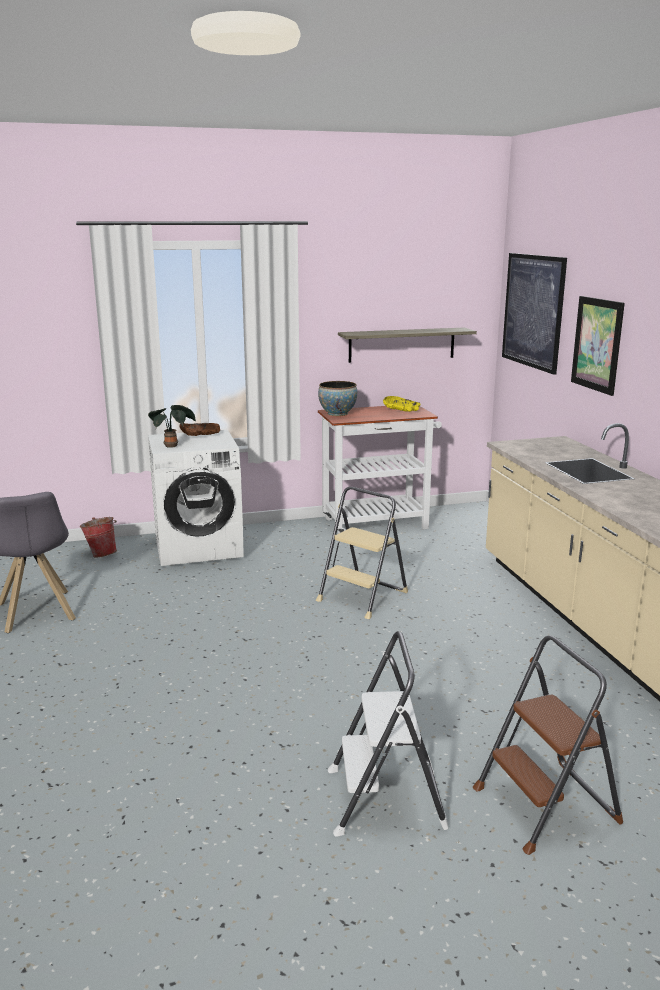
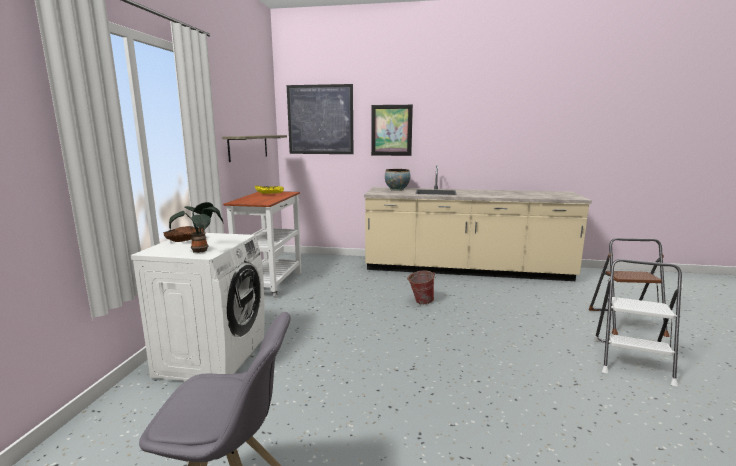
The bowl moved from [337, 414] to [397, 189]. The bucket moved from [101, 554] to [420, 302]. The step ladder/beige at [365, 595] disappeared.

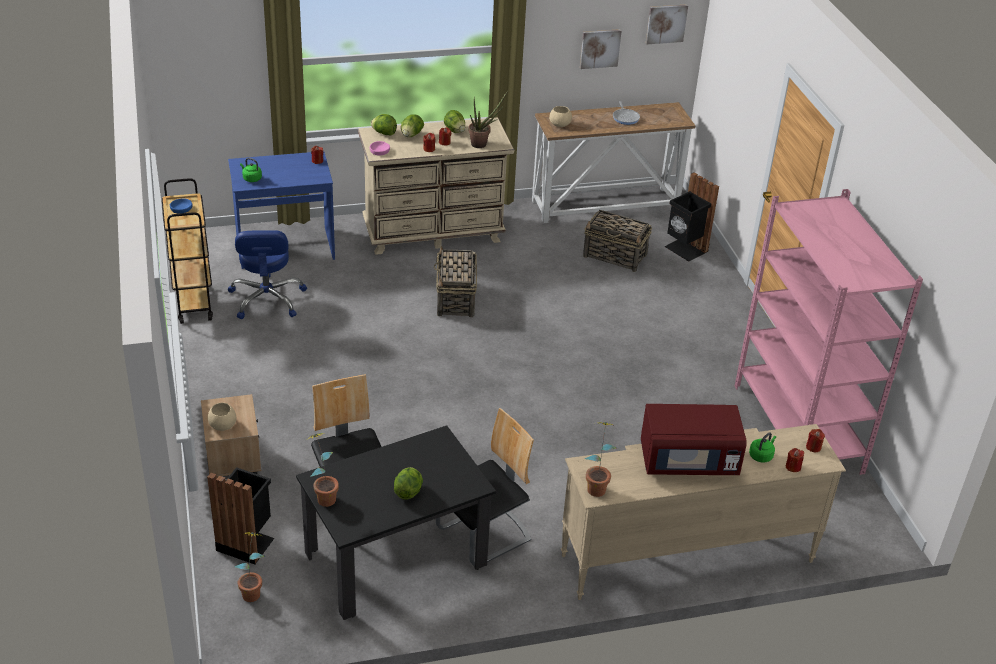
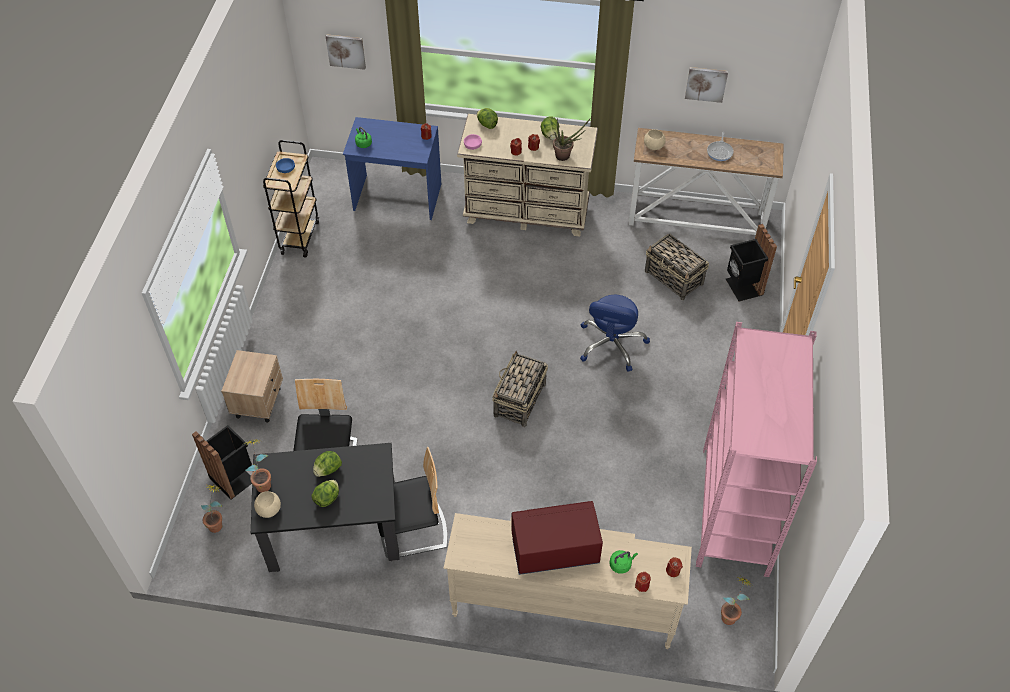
The bowl/beige moved from [223, 425] to [268, 509]. The lettuce moved from [411, 135] to [328, 469]. The picture moved from [666, 23] to [346, 51]. The basket moved from [455, 299] to [519, 400]. The microwave/red at [688, 461] turned 150 degrees clockwise. The office chair/blue moved from [267, 301] to [611, 347]. The potted plant moved from [597, 486] to [731, 614].

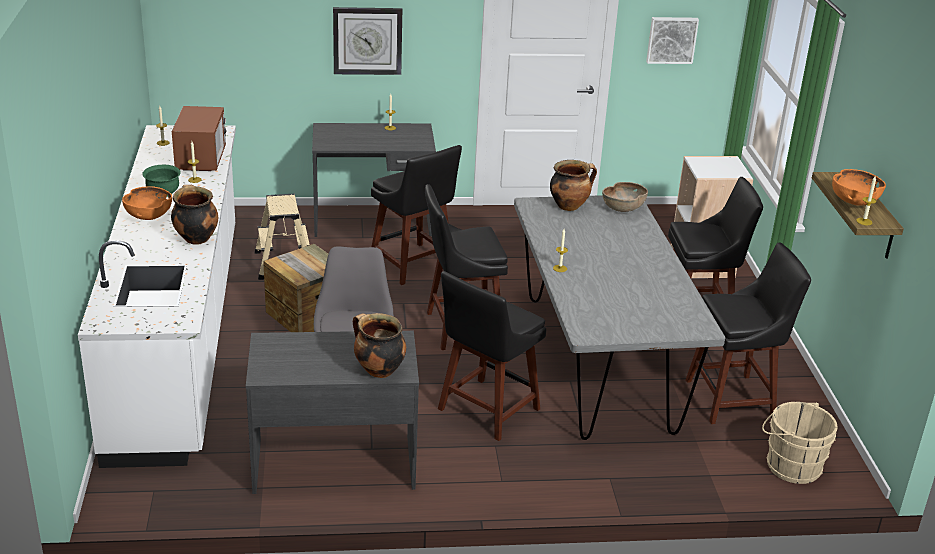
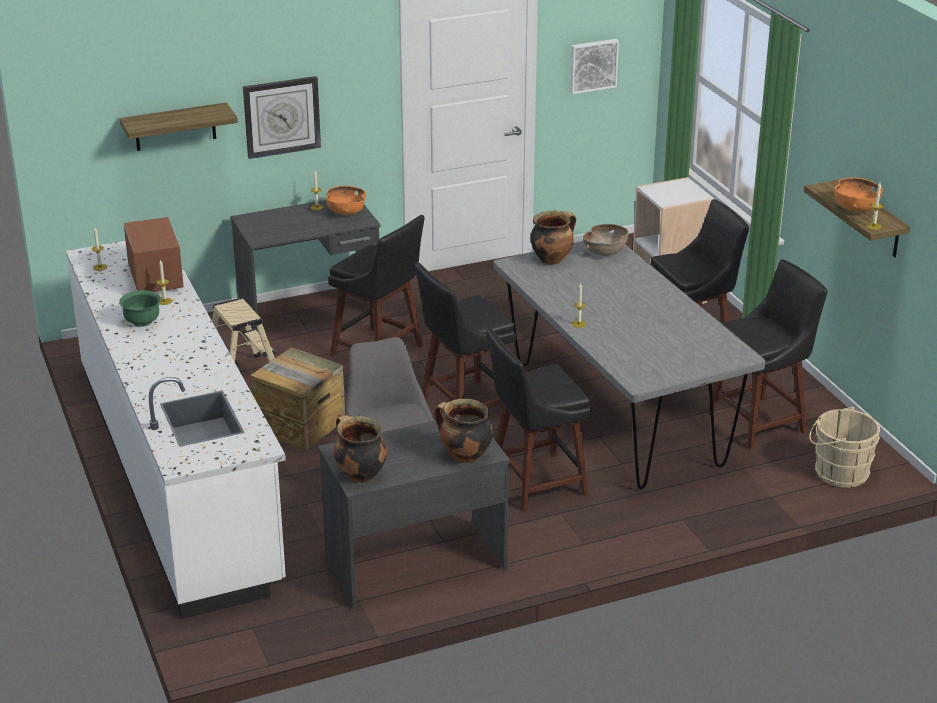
The shelf at [175, 127] appeared. The bowl/orange moved from [148, 216] to [346, 212]. The cooking pot moved from [195, 238] to [359, 475]. The chair/black at [485, 411] turned 45 degrees clockwise.

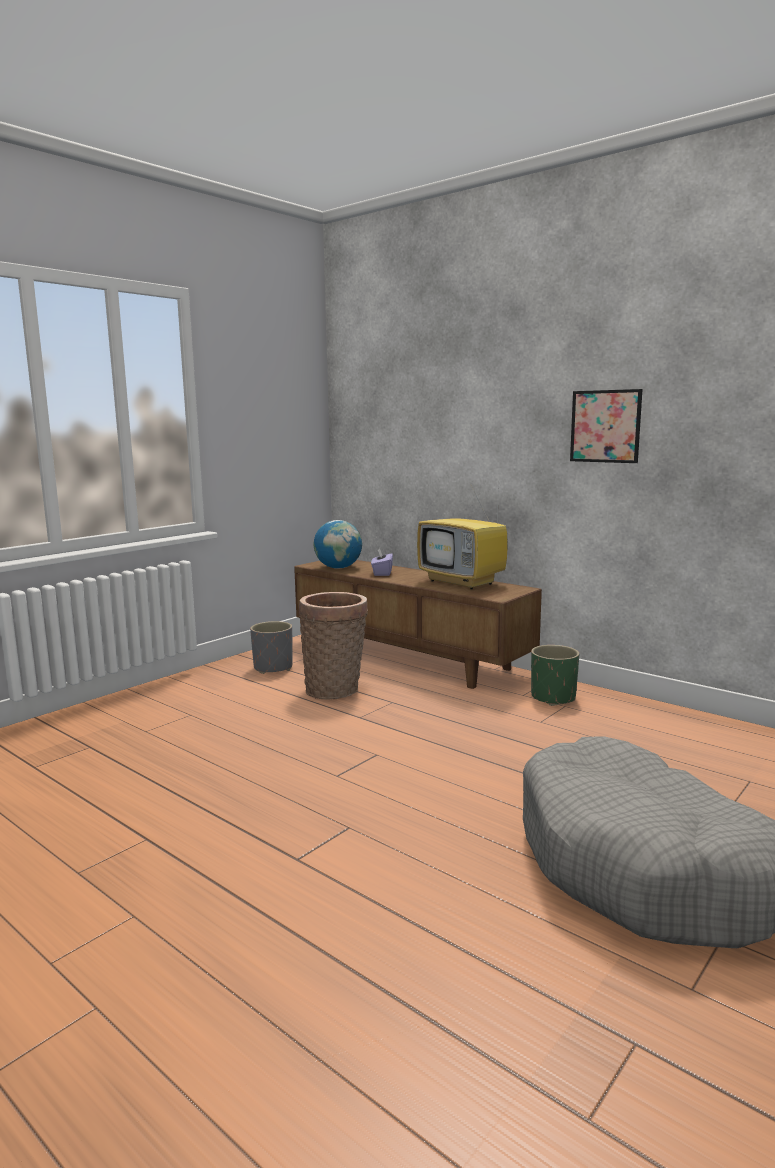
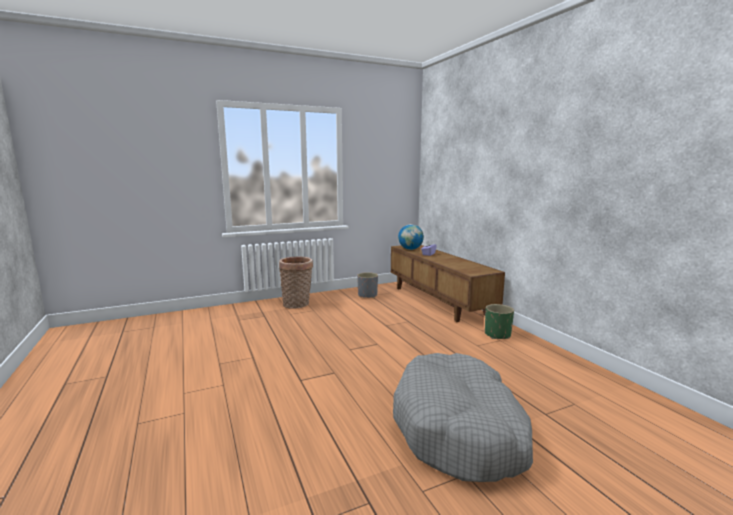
The basket moved from [335, 689] to [297, 304]. The television at [463, 582] disappeared. The picture at [605, 426] disappeared.

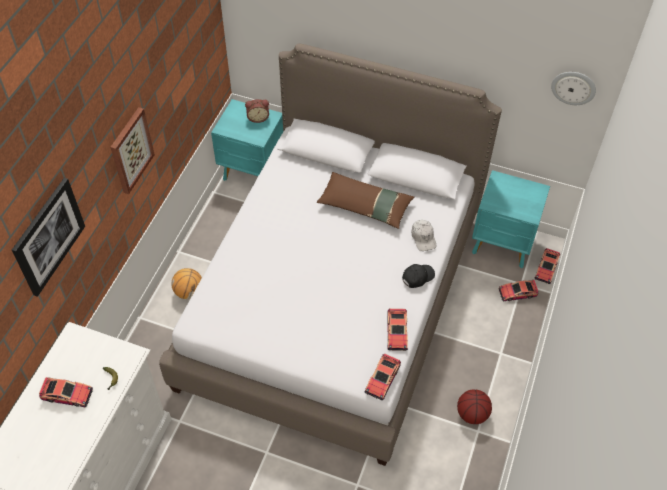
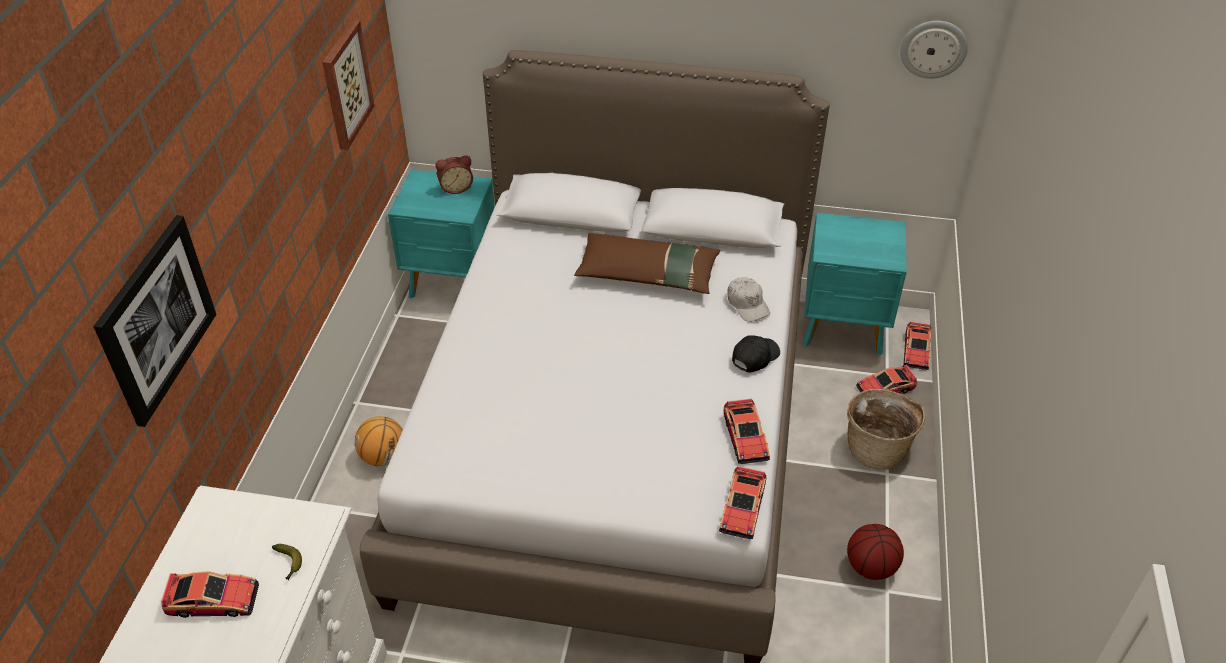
The picture moved from [131, 150] to [345, 84]. The basket at [877, 448] appeared.

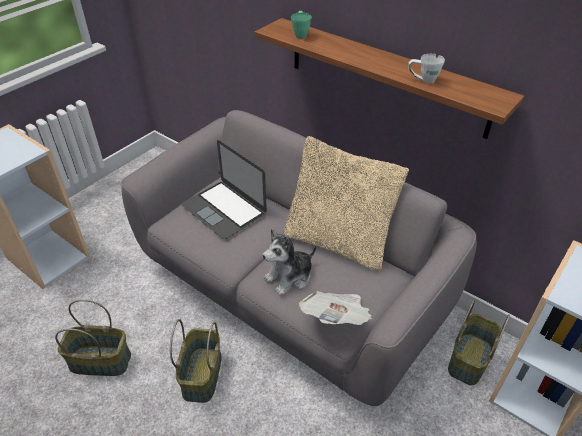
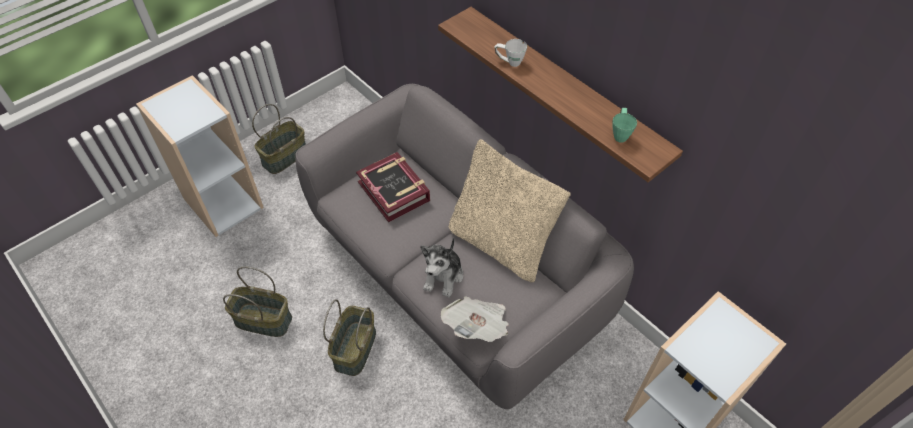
The basket moved from [468, 358] to [284, 156]. The laptop at [224, 209] was replaced by the book at [394, 191]. The plush toy at [289, 277] turned 45 degrees counterclockwise. The mug/white moved from [422, 80] to [509, 62]. The mug/green moved from [300, 34] to [620, 134].

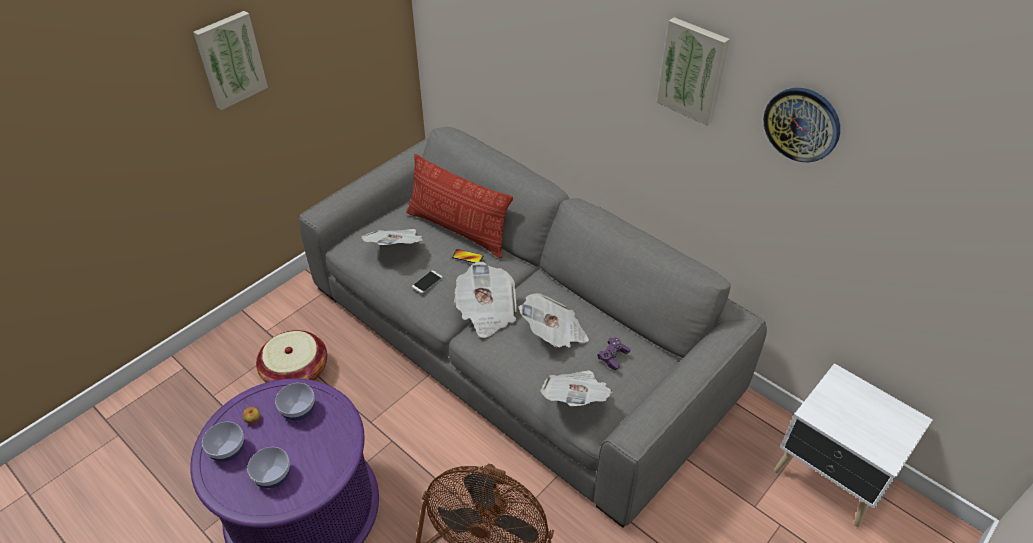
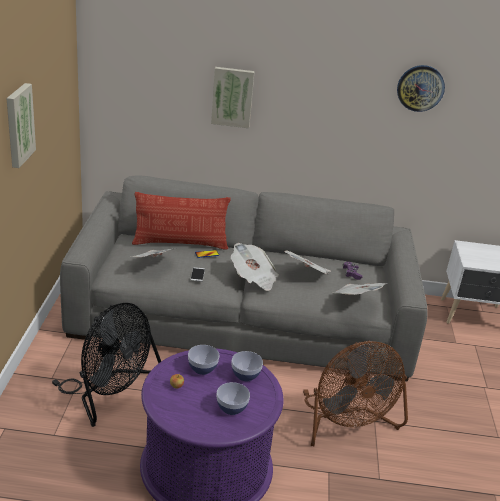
The basket at [296, 372] was replaced by the fan/black at [107, 392]. The picture moved from [693, 70] to [232, 97]. The bowl moved from [228, 451] to [245, 375].

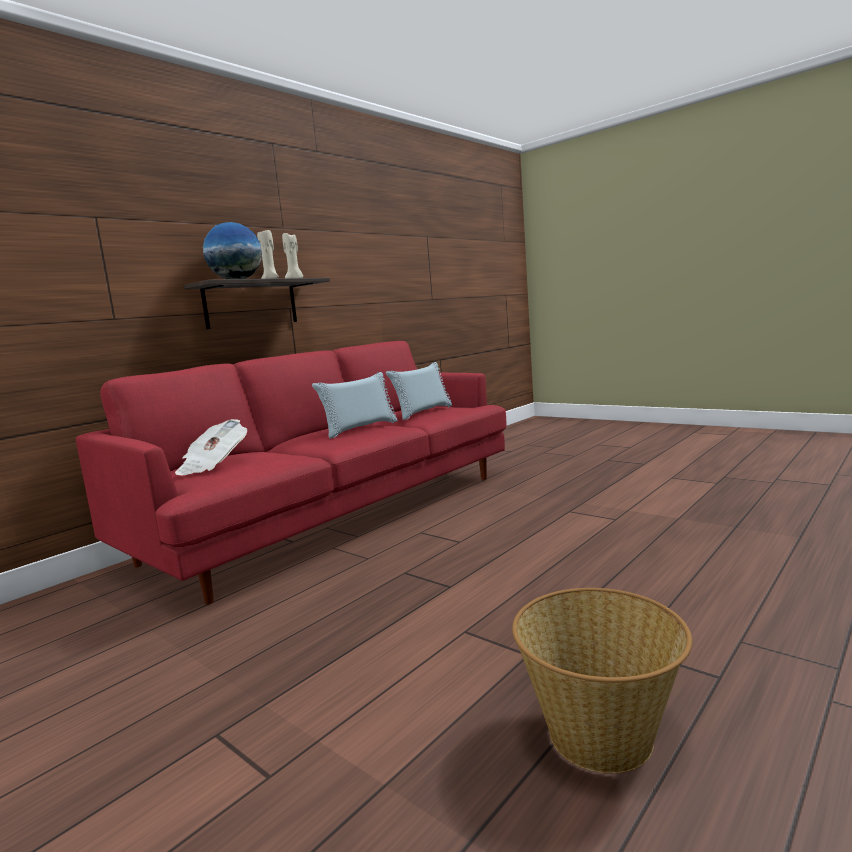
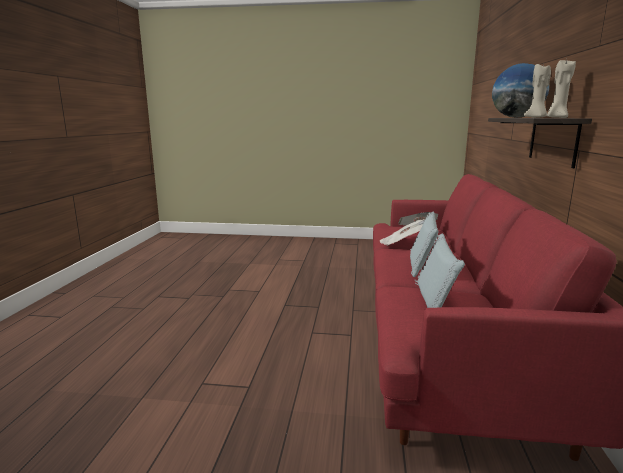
The newspaper at [401, 244] appeared. The basket at [602, 734] disappeared.

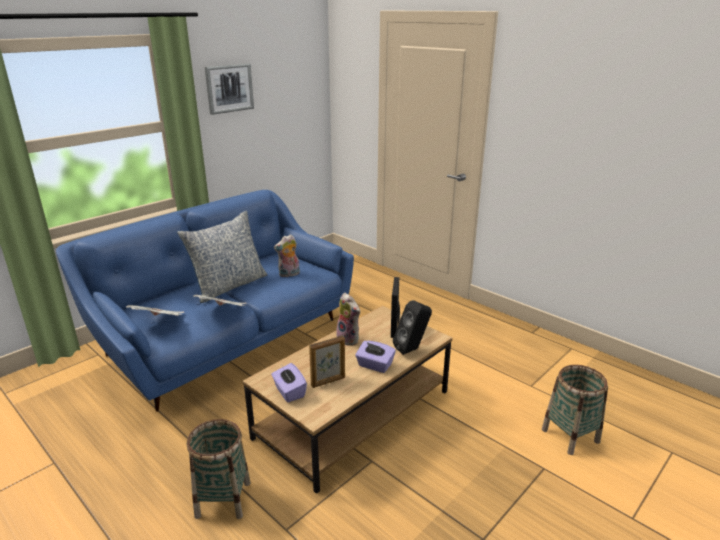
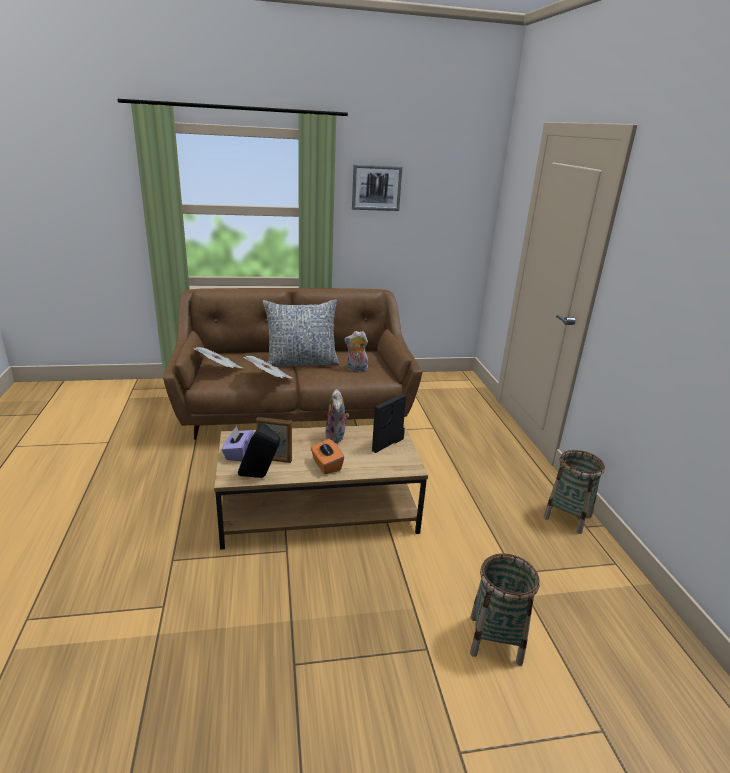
The sofa/blue at [225, 339] became the sofa/brown at [294, 410]. The speaker/black moved from [412, 349] to [260, 477]. The tissue box/purple at [375, 365] became the tissue box/orange at [326, 465]. The basket moved from [223, 499] to [567, 516].

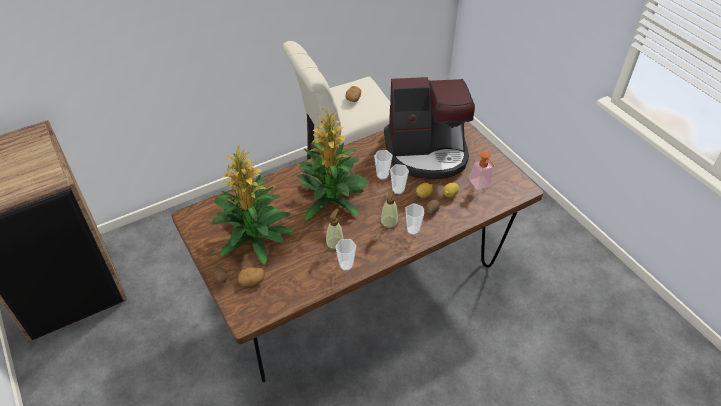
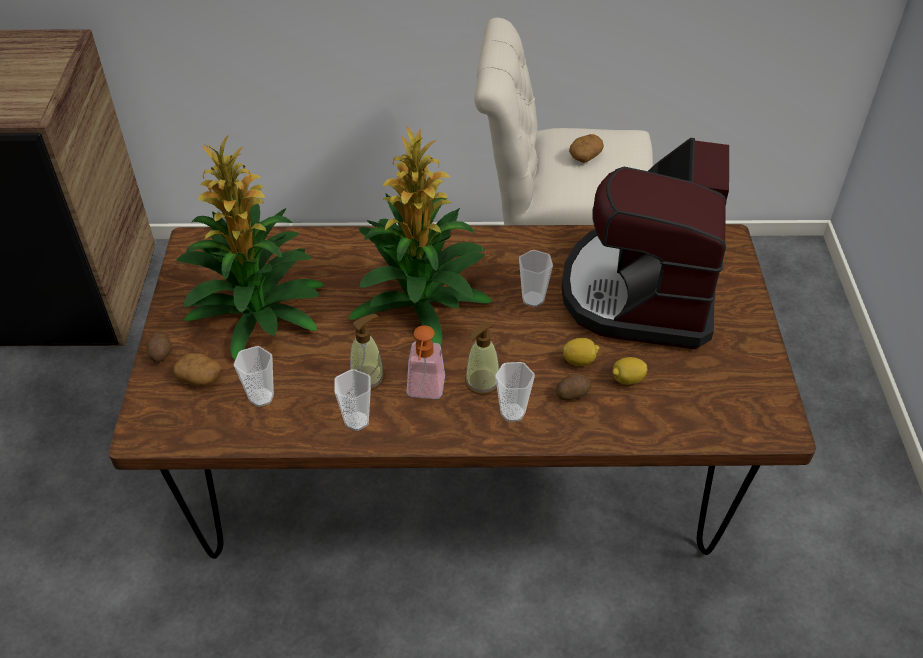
The cup moved from [398, 190] to [261, 397]. The soap dispenser moved from [481, 185] to [425, 392]. The coffee machine at [427, 152] turned 75 degrees clockwise.

